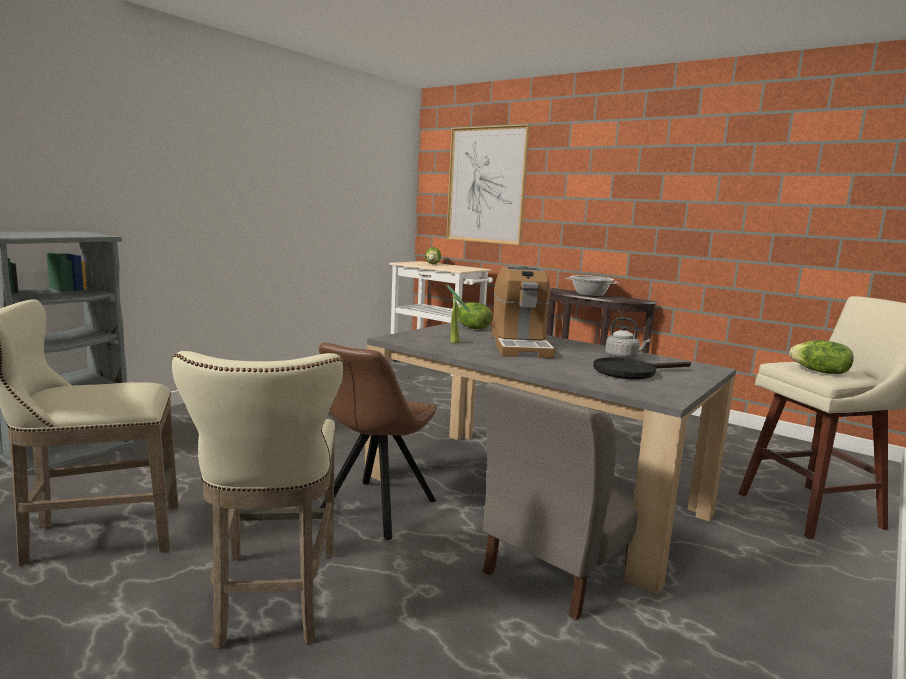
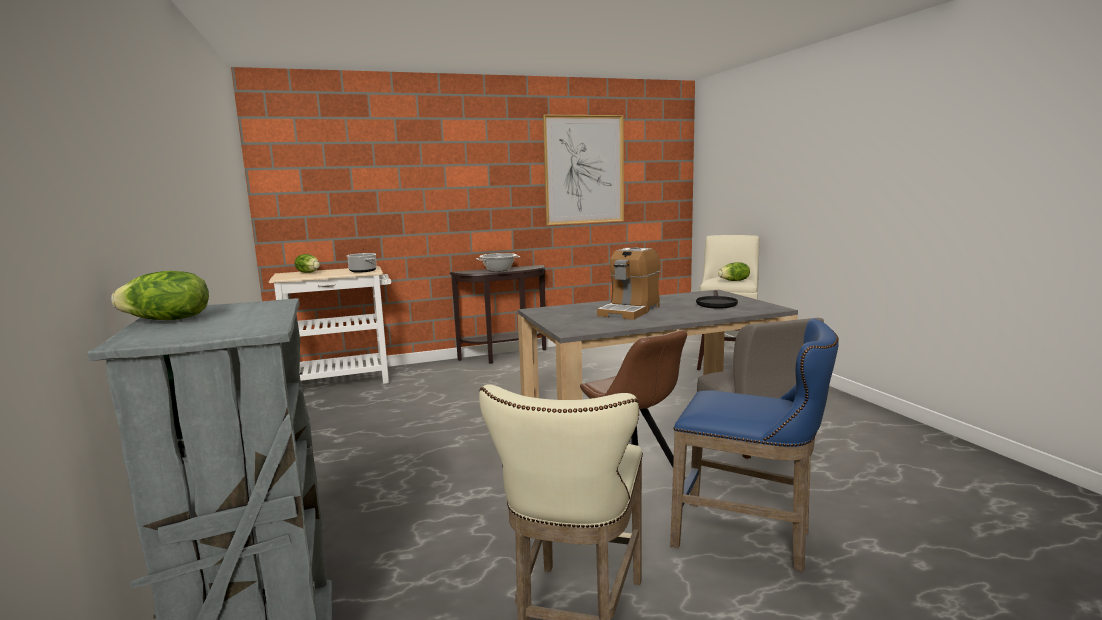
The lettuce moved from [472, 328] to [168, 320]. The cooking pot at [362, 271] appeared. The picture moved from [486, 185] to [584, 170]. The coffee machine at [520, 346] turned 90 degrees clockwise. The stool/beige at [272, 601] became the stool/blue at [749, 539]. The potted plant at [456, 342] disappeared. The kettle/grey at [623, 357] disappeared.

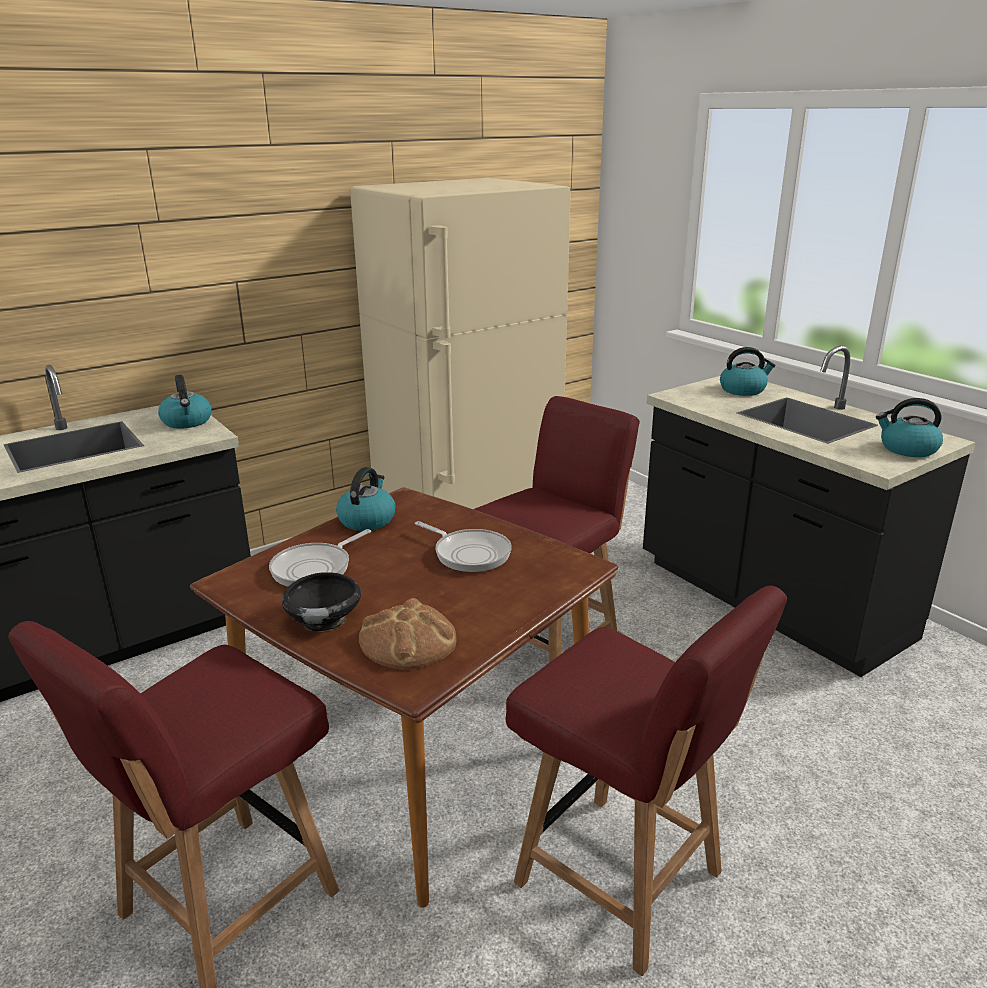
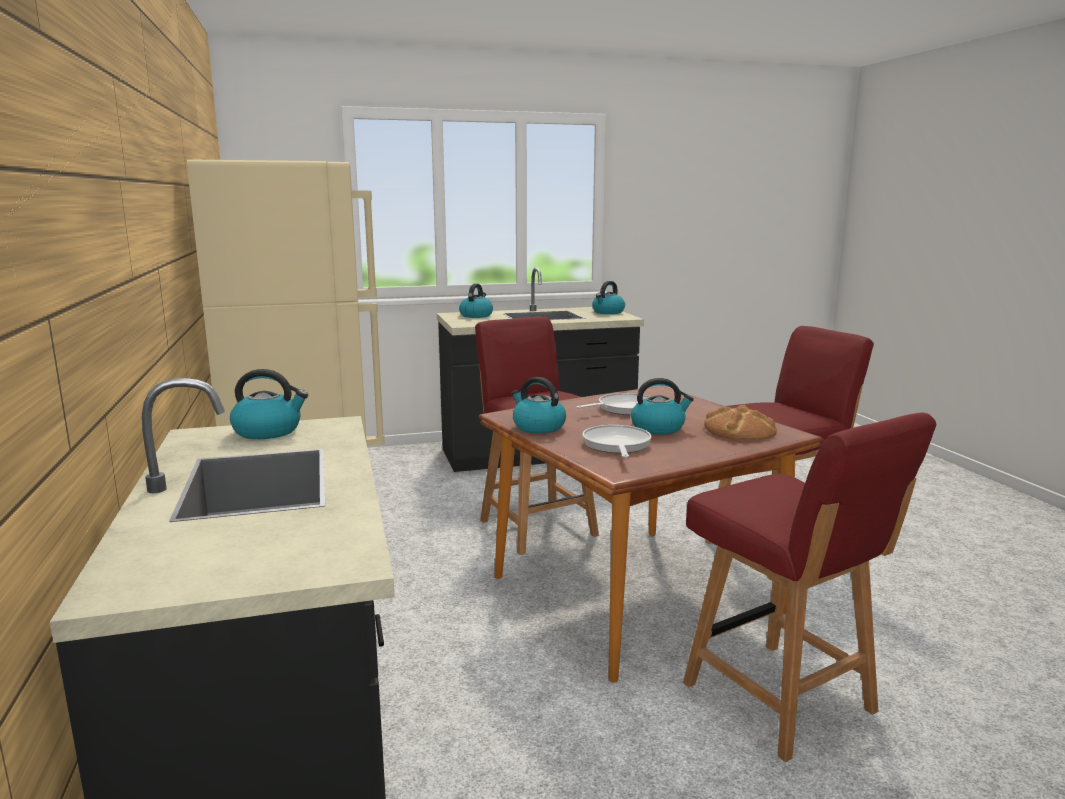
The frying pan at [315, 568] turned 150 degrees counterclockwise. The kettle at [658, 428] appeared. The bowl/black at [324, 619] disappeared.

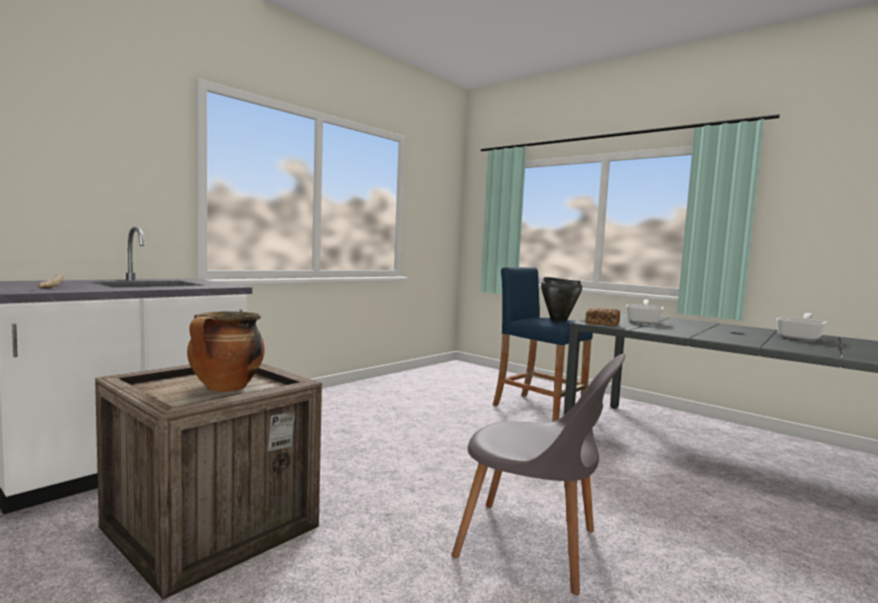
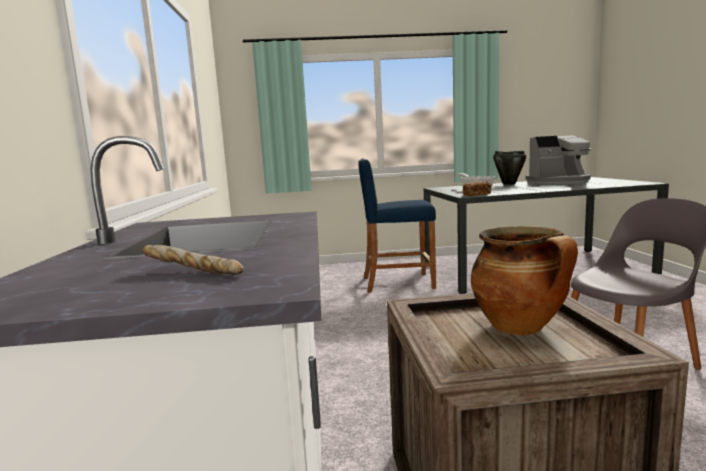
The cooking pot/black moved from [558, 320] to [508, 184]. The frying pan at [801, 337] was replaced by the coffee machine at [559, 182].

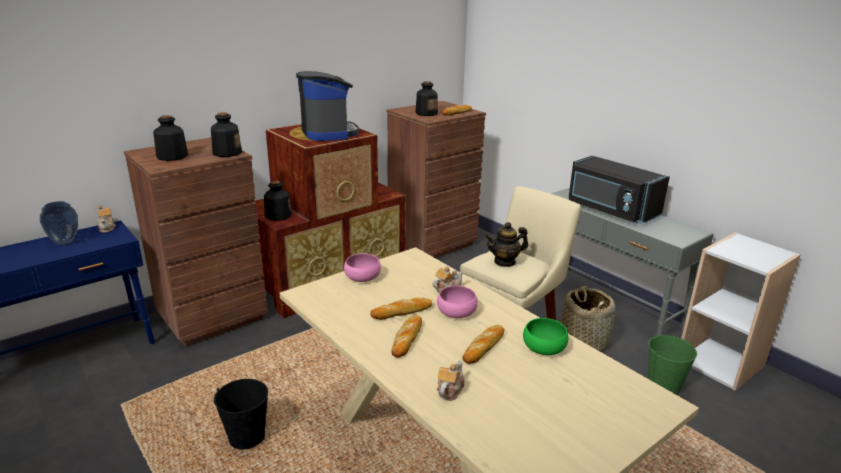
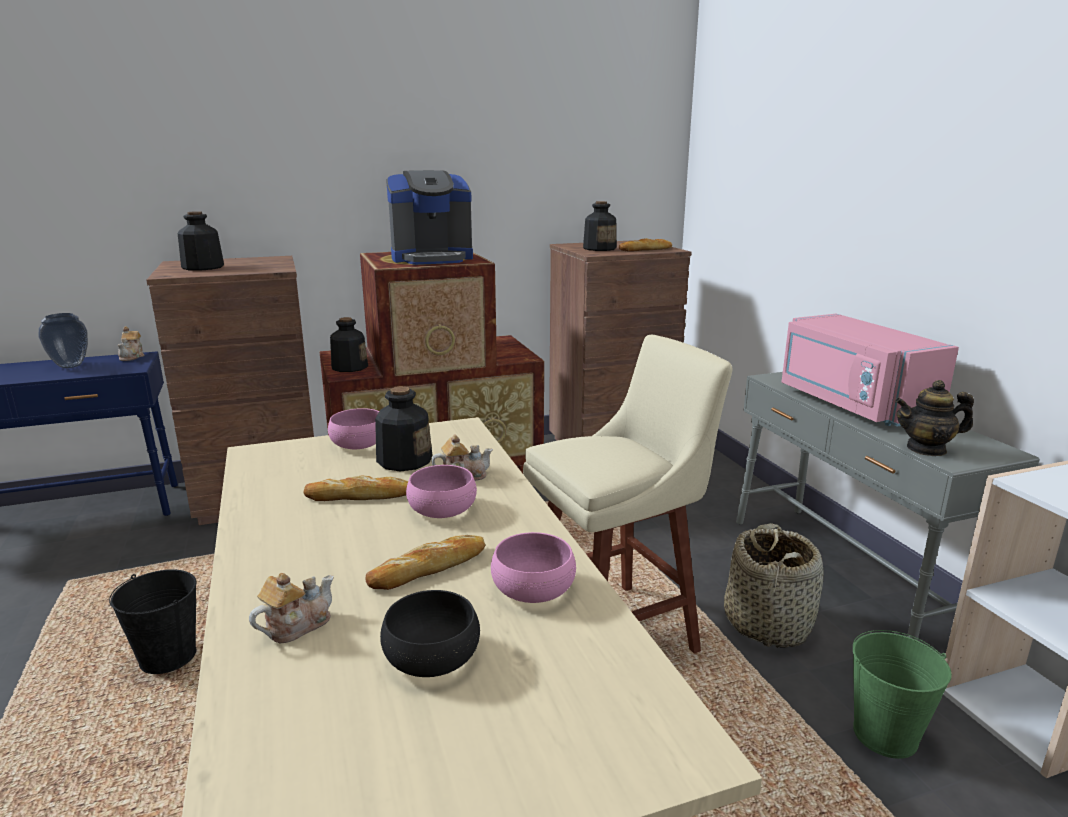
The bottle moved from [227, 153] to [404, 460]. The bowl/black at [432, 656] appeared. The coffee machine at [328, 133] turned 75 degrees clockwise. The bowl/green at [544, 347] became the bowl/pink at [533, 588]. The microwave/black at [610, 210] became the microwave/pink at [851, 404]. The teapot moved from [505, 262] to [926, 449]. The bread at [407, 338] disappeared.

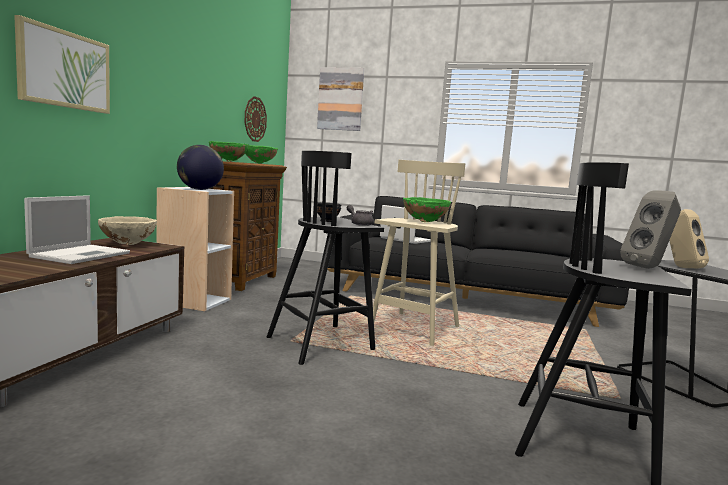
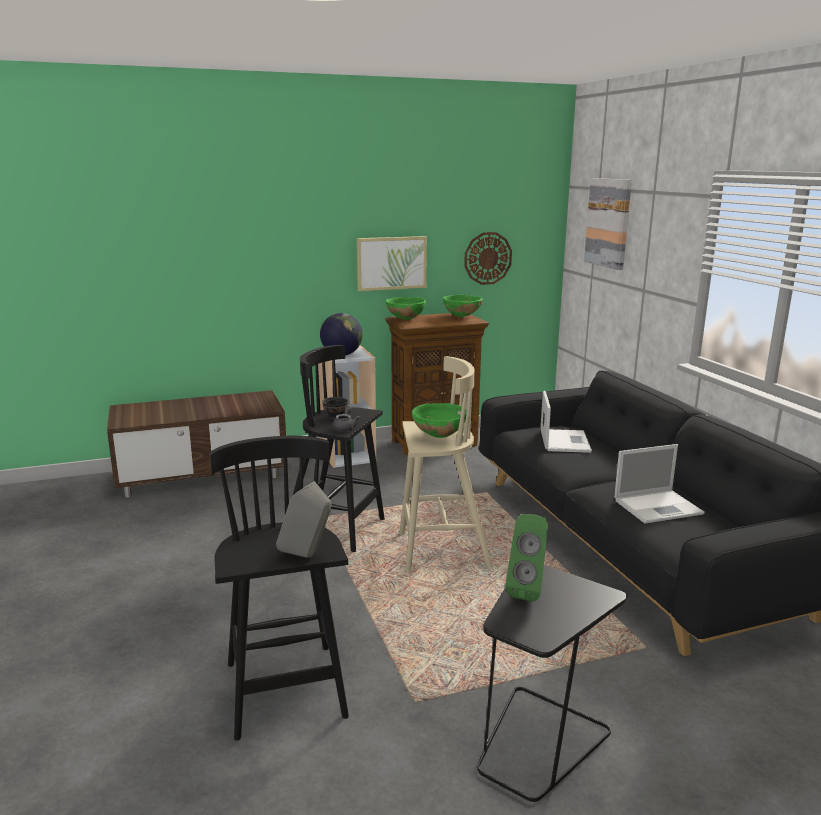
The picture moved from [65, 69] to [391, 263]. The speaker/beige at [680, 267] became the speaker/green at [528, 590]. The laptop moved from [81, 254] to [659, 506]. The bowl/beige at [128, 244] disappeared.

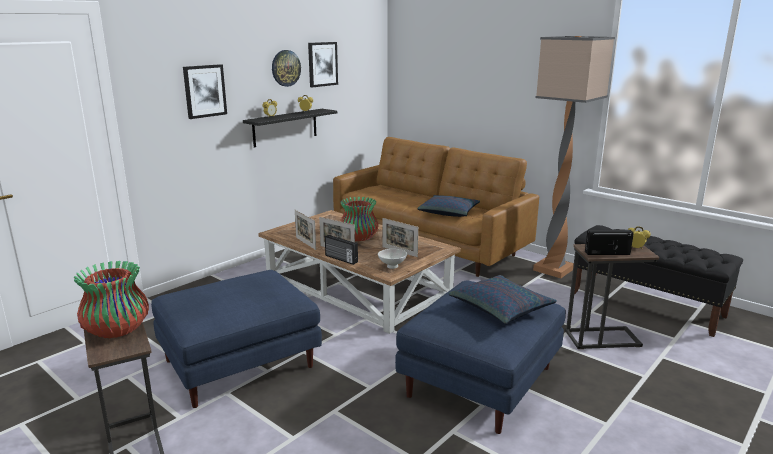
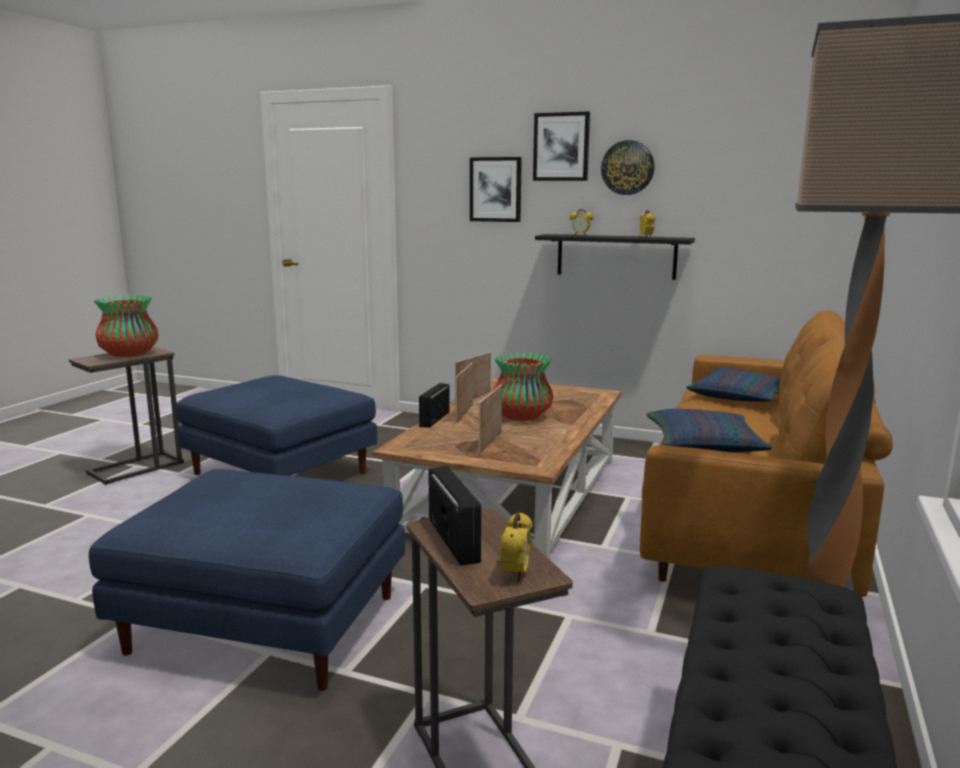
The picture moved from [322, 64] to [561, 147]. The pillow/blue moved from [501, 308] to [738, 397]. The bowl/white at [391, 266] disappeared.

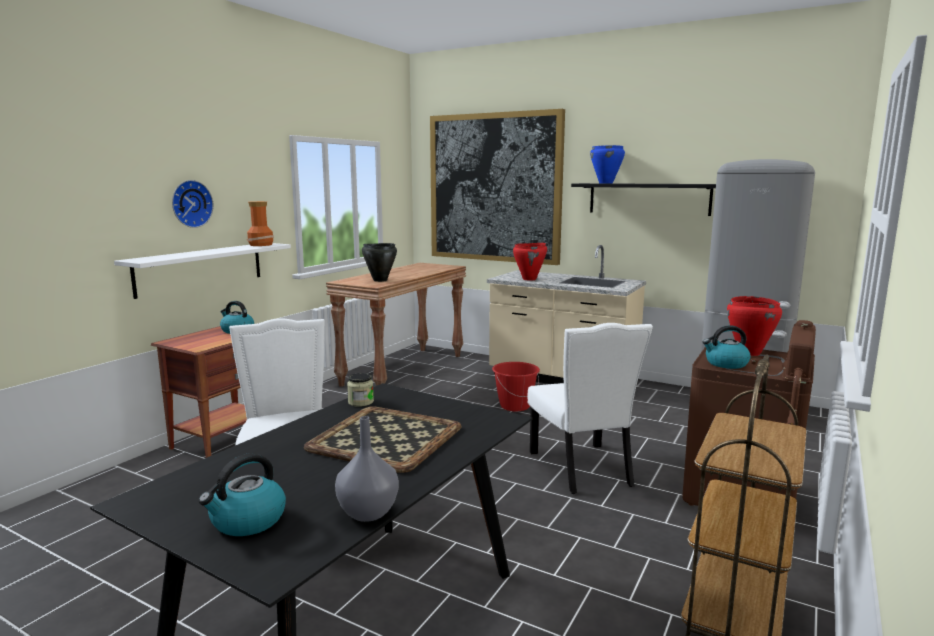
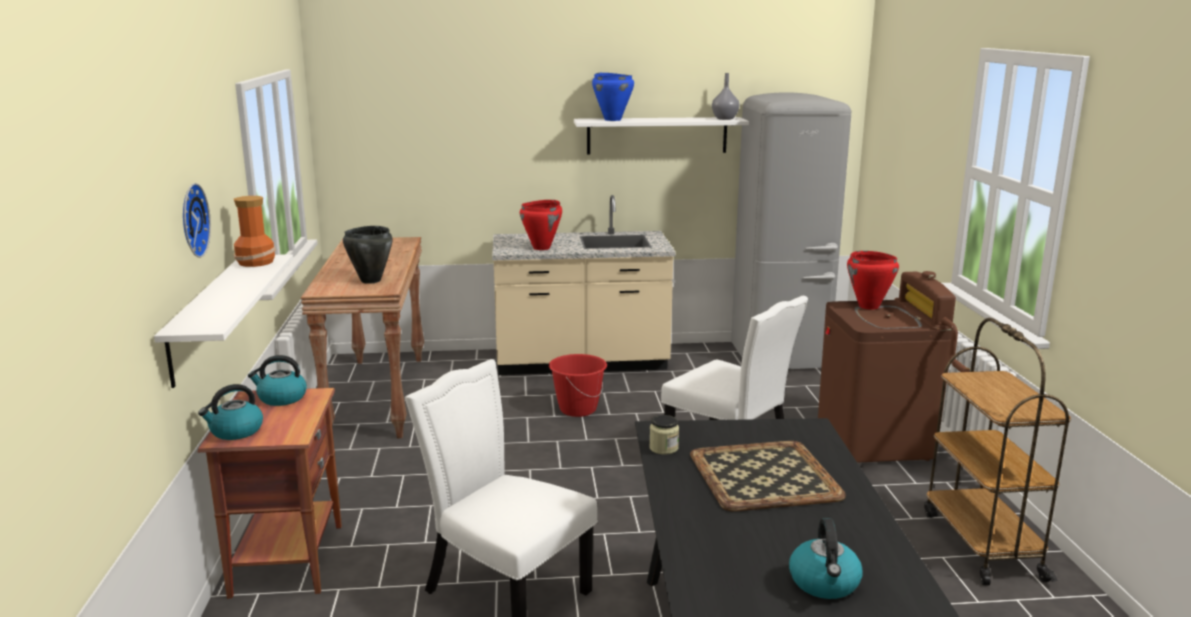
The kettle moved from [725, 364] to [235, 431]. The shelf/black at [648, 199] became the shelf/white at [657, 135]. The vase/grey moved from [367, 513] to [724, 119]. The picture at [495, 188] disappeared.

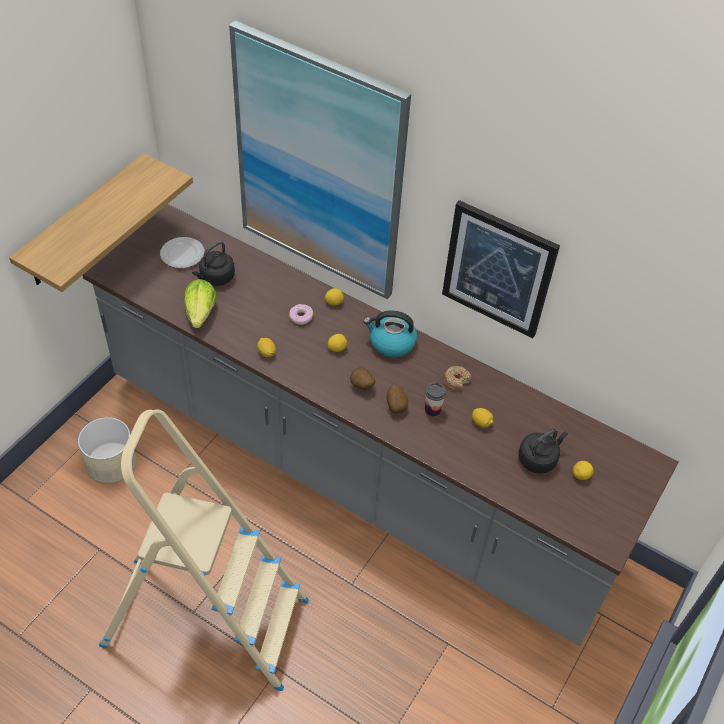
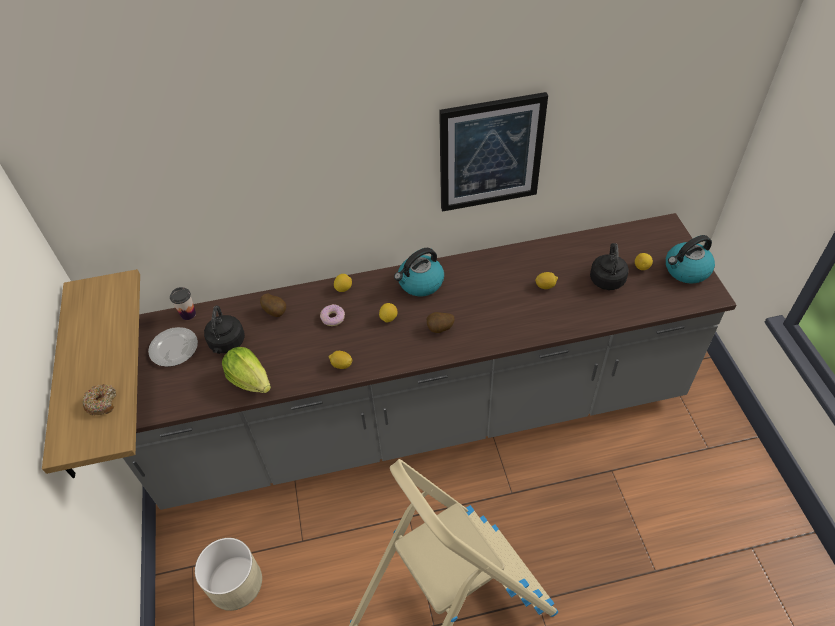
The donut moved from [456, 380] to [102, 402]. The cup moved from [432, 410] to [188, 314]. The potato moved from [396, 406] to [276, 311]. The kettle at [686, 270] appeared. The picture at [319, 166] disappeared.

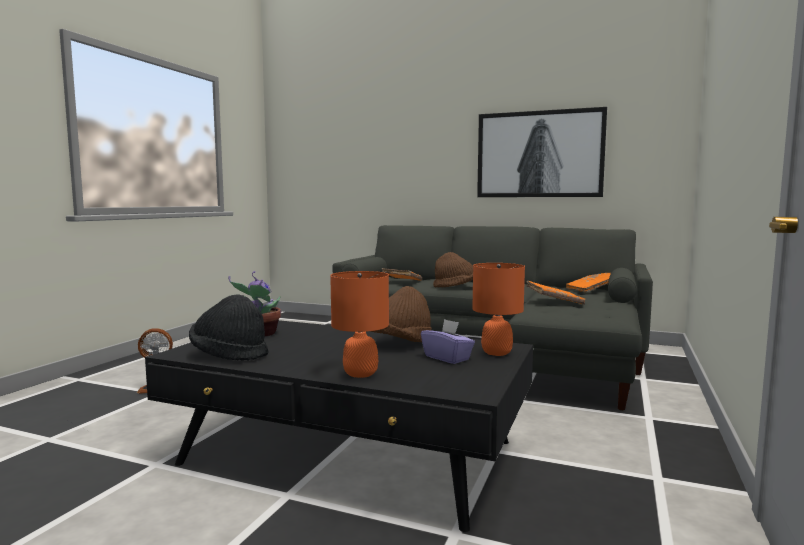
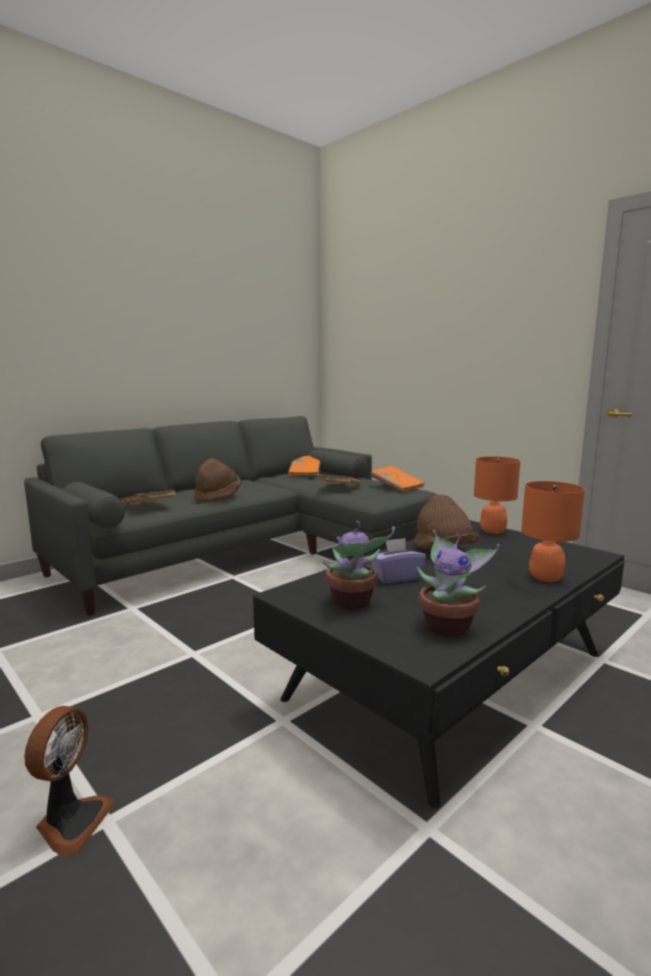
The book/orange at [396, 487] appeared. The tissue box/purple moved from [447, 358] to [396, 577]. The hat/black at [229, 355] was replaced by the potted plant at [449, 627]. The picture at [539, 154] disappeared.

